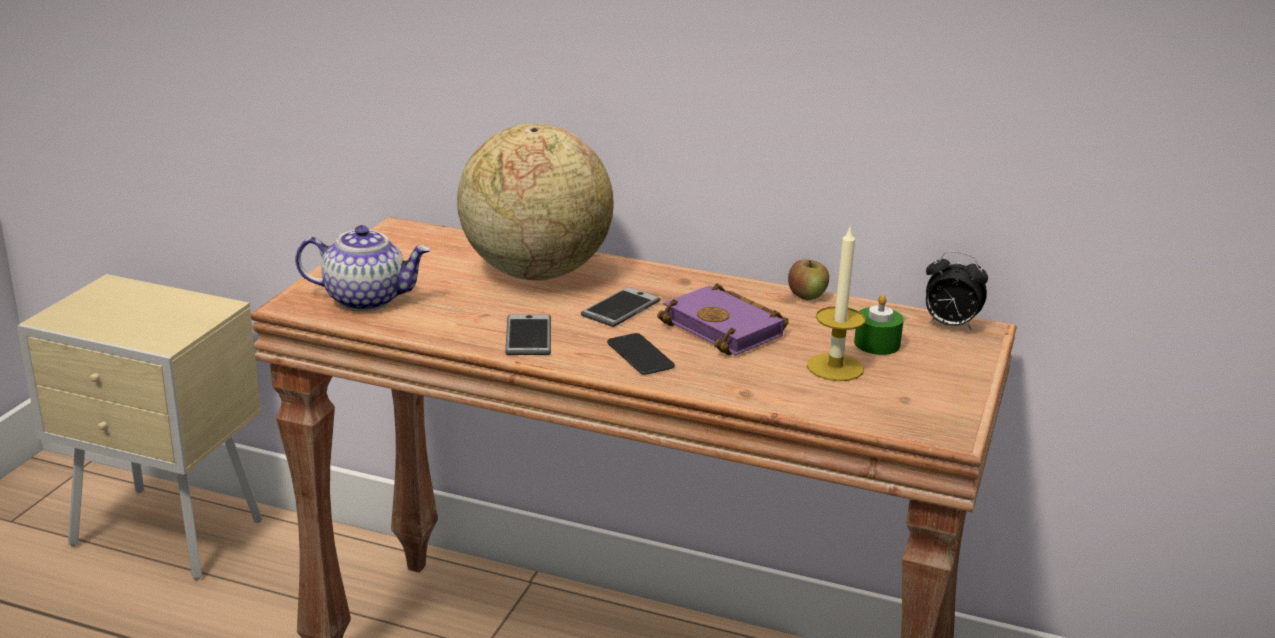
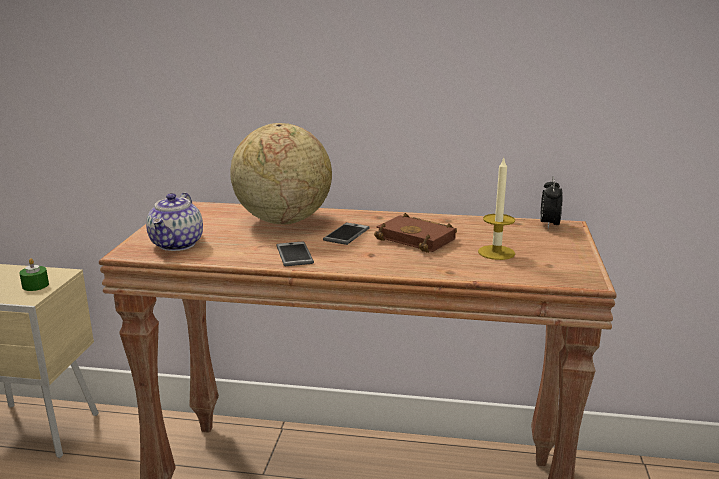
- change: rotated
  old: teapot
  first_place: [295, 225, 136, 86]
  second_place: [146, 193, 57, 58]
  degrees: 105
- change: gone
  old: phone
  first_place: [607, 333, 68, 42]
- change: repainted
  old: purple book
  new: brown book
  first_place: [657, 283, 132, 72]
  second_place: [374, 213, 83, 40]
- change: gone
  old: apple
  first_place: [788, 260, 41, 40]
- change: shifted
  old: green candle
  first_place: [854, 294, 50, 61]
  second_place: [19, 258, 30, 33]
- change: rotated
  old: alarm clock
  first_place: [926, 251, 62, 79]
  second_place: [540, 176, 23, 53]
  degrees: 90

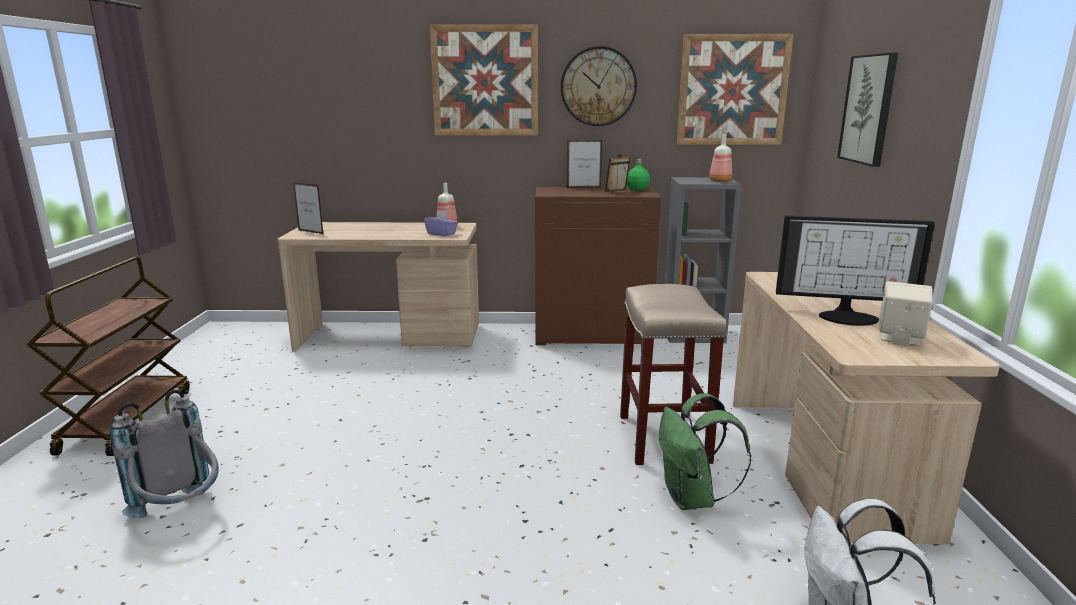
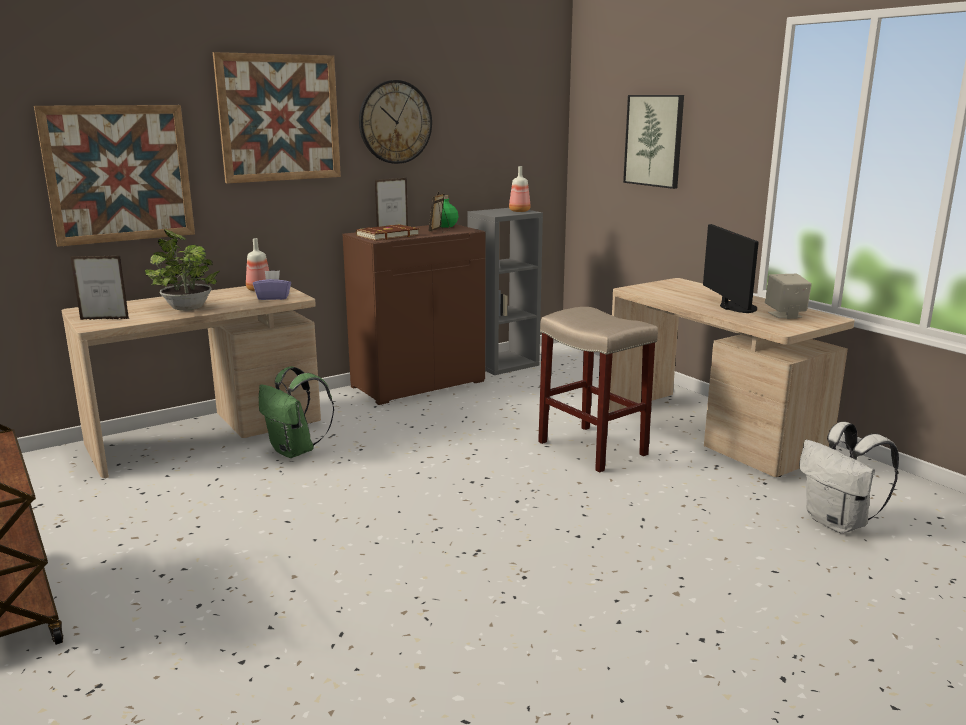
- change: gone
  old: grey backpack
  first_place: [110, 389, 109, 129]
- change: shifted
  old: green backpack
  first_place: [659, 393, 92, 117]
  second_place: [259, 366, 75, 92]
- change: shifted
  old: picture
  first_place: [676, 34, 118, 111]
  second_place: [34, 105, 161, 142]
- change: rotated
  old: monitor
  first_place: [776, 216, 159, 110]
  second_place: [703, 224, 56, 89]
  degrees: -75
- change: new
  new: potted plant
  second_place: [144, 229, 75, 82]
- change: new
  new: brown book
  second_place: [356, 224, 63, 17]

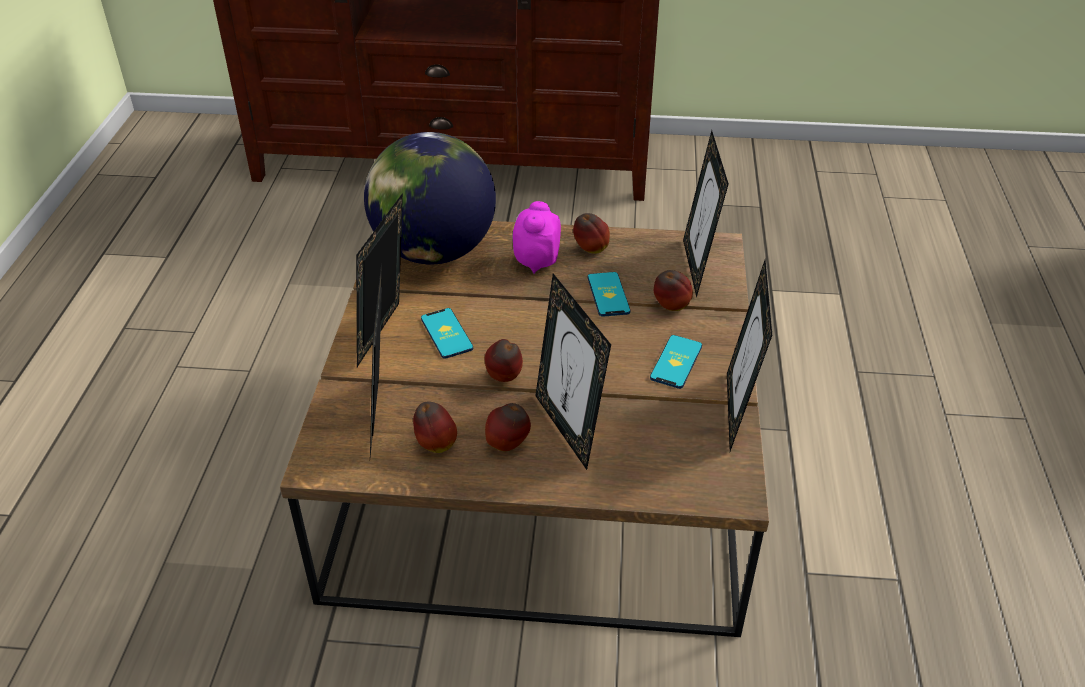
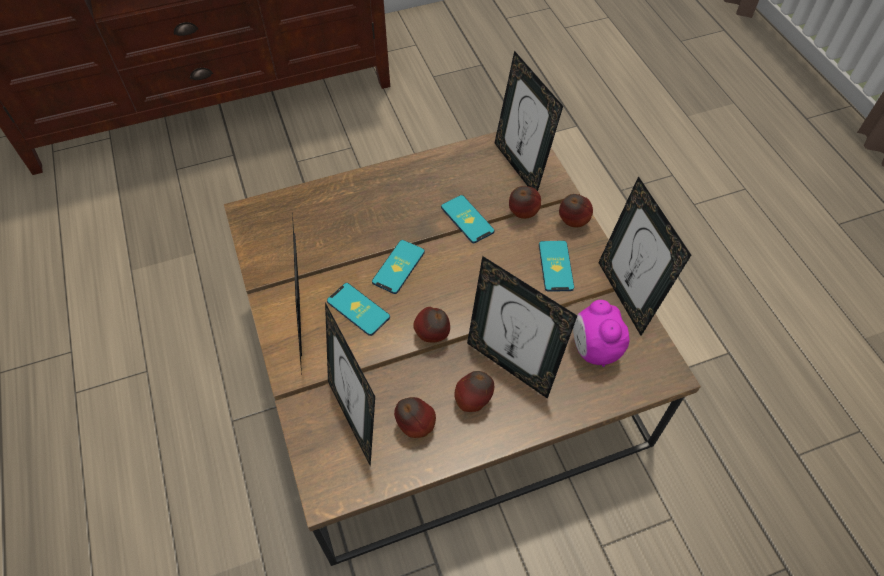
- change: gone
  old: globe
  first_place: [364, 132, 132, 132]
- change: shifted
  old: alarm clock
  first_place: [512, 201, 49, 73]
  second_place: [573, 300, 56, 67]
- change: shifted
  old: apple
  first_place: [573, 213, 37, 41]
  second_place: [559, 194, 34, 33]
- change: new
  new: phone
  second_place: [372, 240, 53, 54]

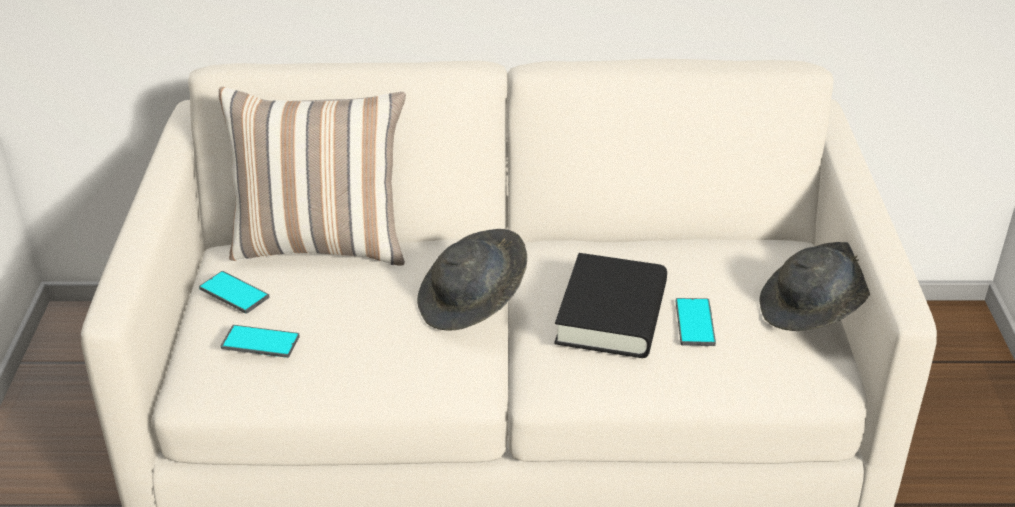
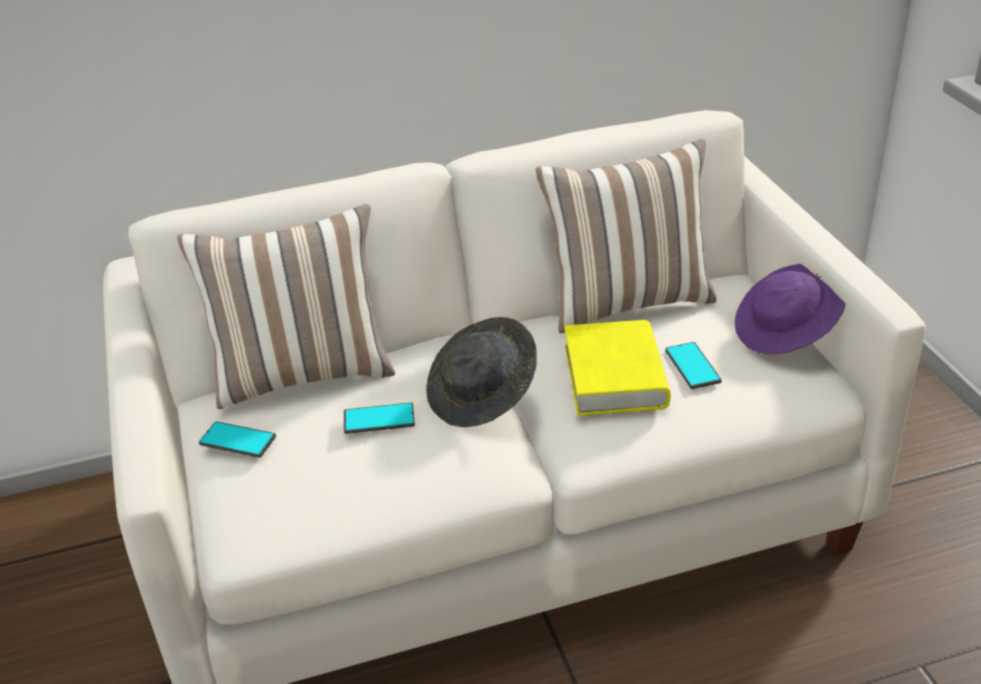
- change: shifted
  old: phone
  first_place: [221, 325, 79, 33]
  second_place: [344, 402, 71, 32]
- change: repainted
  old: black book
  new: yellow book
  first_place: [554, 253, 113, 105]
  second_place: [564, 320, 107, 96]
- change: repainted
  old: grey hat
  new: purple hat
  first_place: [759, 242, 111, 89]
  second_place: [734, 264, 112, 90]
- change: new
  new: pillow
  second_place: [536, 139, 181, 194]

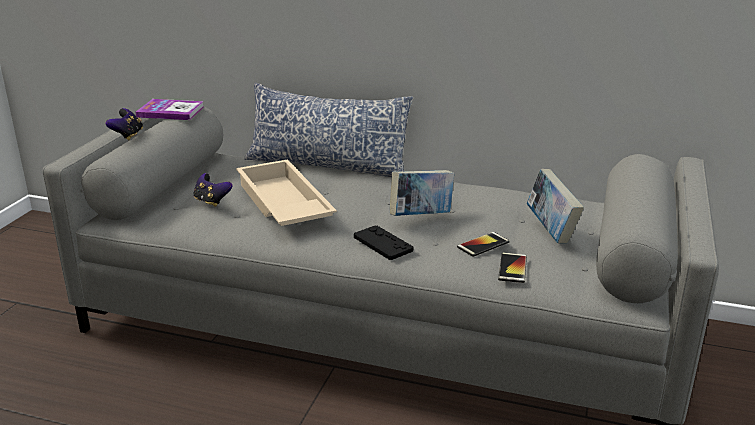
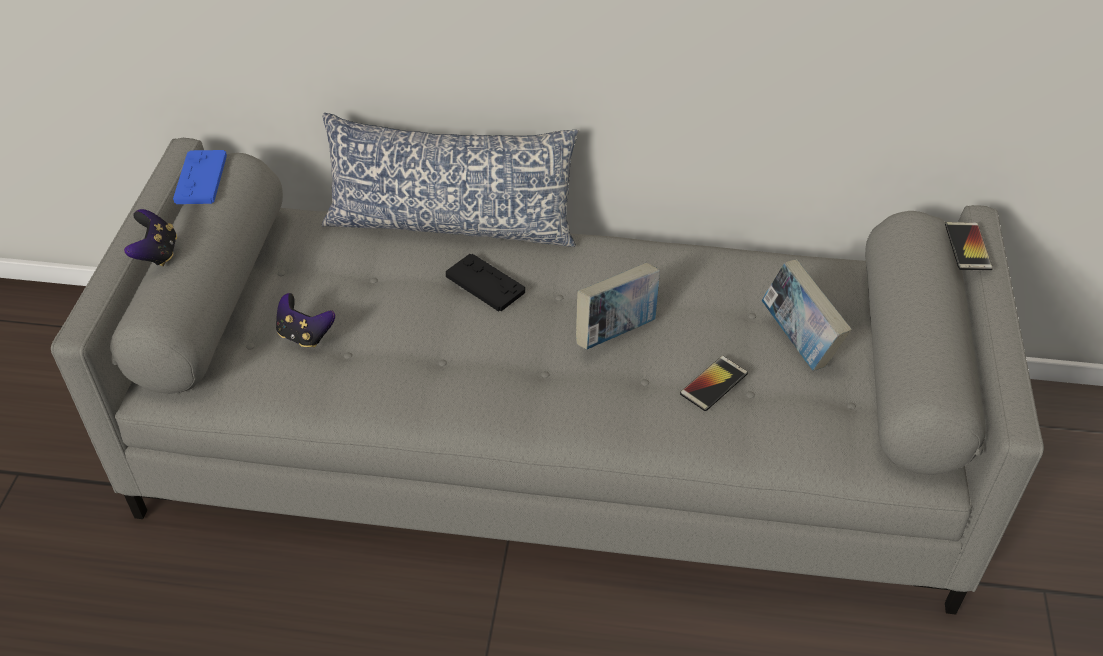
- change: swapped
  old: book
  new: blue game controller
  first_place: [136, 99, 68, 21]
  second_place: [173, 150, 54, 54]
- change: gone
  old: beige tray
  first_place: [236, 159, 101, 67]
- change: shifted
  old: black game controller
  first_place: [354, 226, 59, 34]
  second_place: [446, 254, 79, 58]
- change: shifted
  old: phone
  first_place: [498, 252, 29, 31]
  second_place: [945, 222, 48, 49]

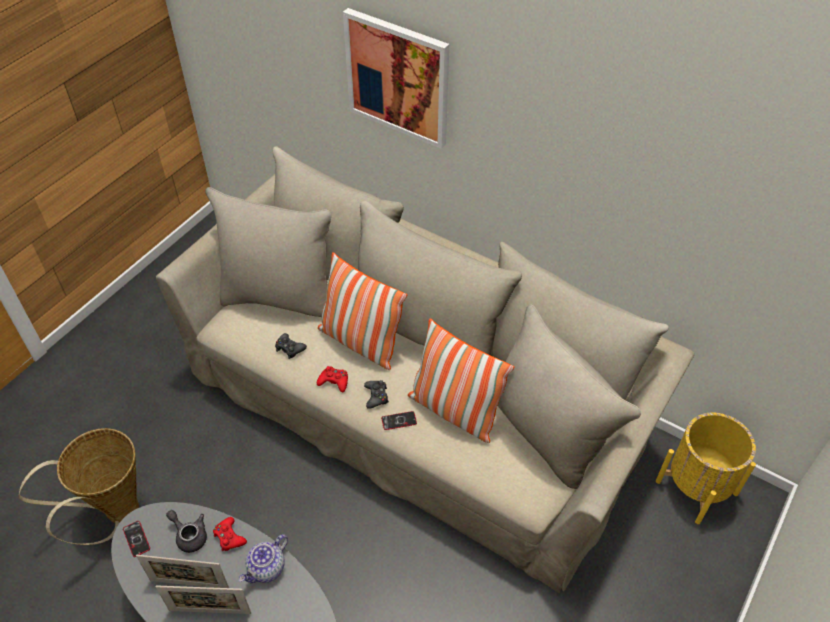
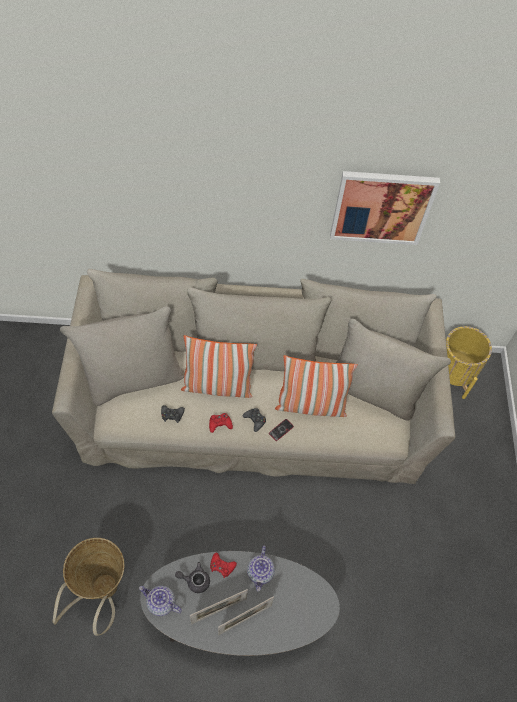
- change: swapped
  old: phone
  new: teapot
  first_place: [123, 521, 27, 36]
  second_place: [139, 586, 43, 30]
- change: shifted
  old: picture
  first_place: [343, 8, 106, 141]
  second_place: [330, 171, 110, 74]

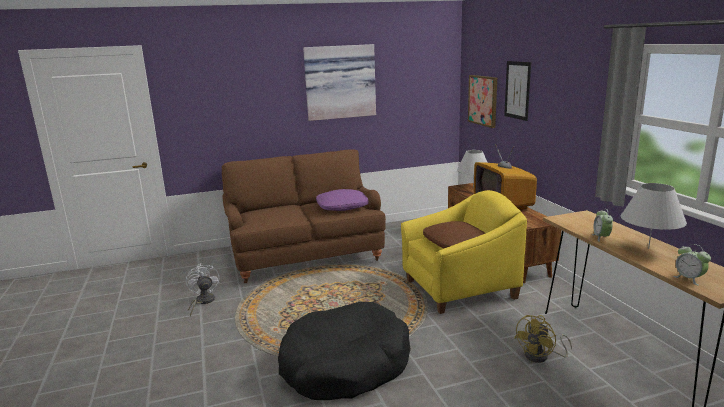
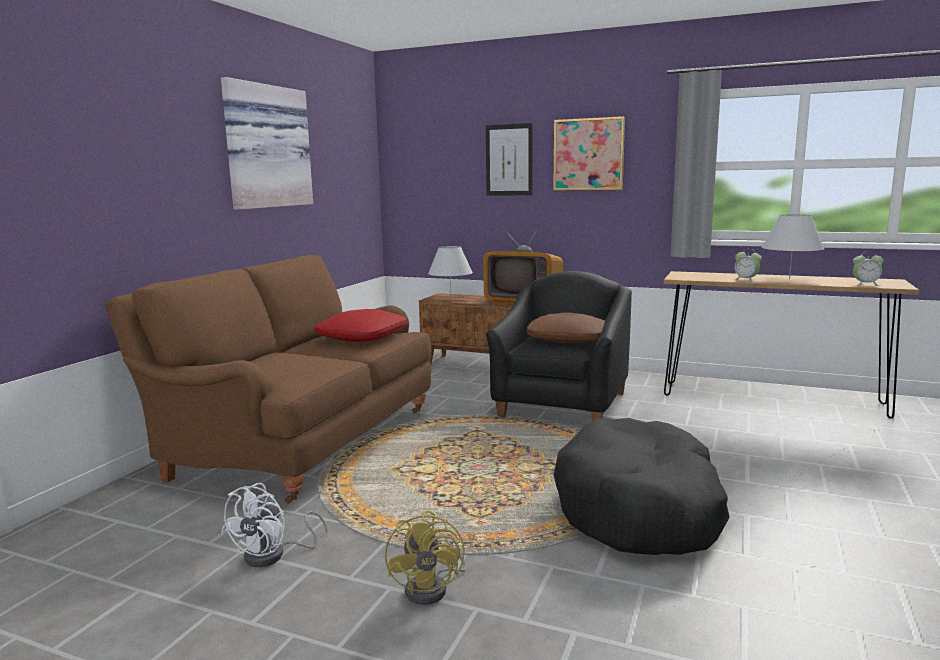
- change: rotated
  old: white fan
  first_place: [186, 264, 33, 52]
  second_place: [221, 483, 106, 84]
  degrees: -90
- change: repainted
  old: purple pillow
  new: red pillow
  first_place: [316, 189, 53, 22]
  second_place: [315, 309, 92, 33]
- change: repainted
  old: yellow armchair
  new: black armchair
  first_place: [401, 190, 126, 124]
  second_place: [486, 271, 146, 150]
- change: shifted
  old: picture
  first_place: [468, 75, 29, 53]
  second_place: [553, 116, 72, 75]
- change: shifted
  old: yellow fan
  first_place: [514, 315, 58, 48]
  second_place: [385, 510, 82, 95]

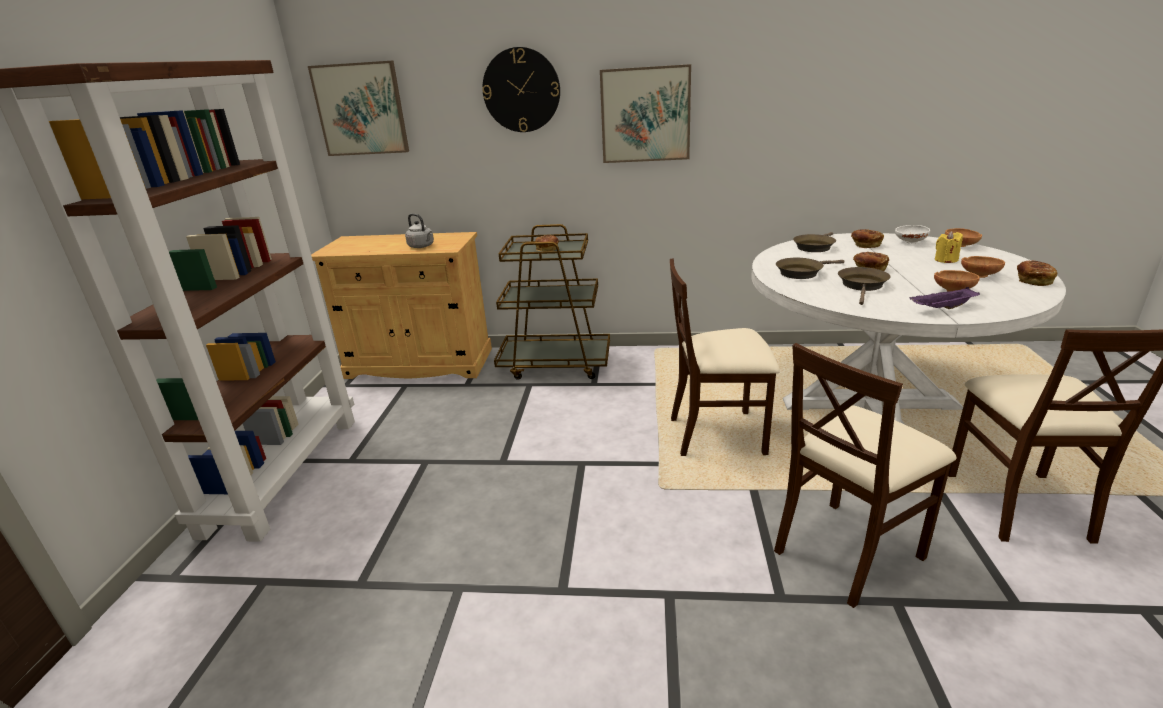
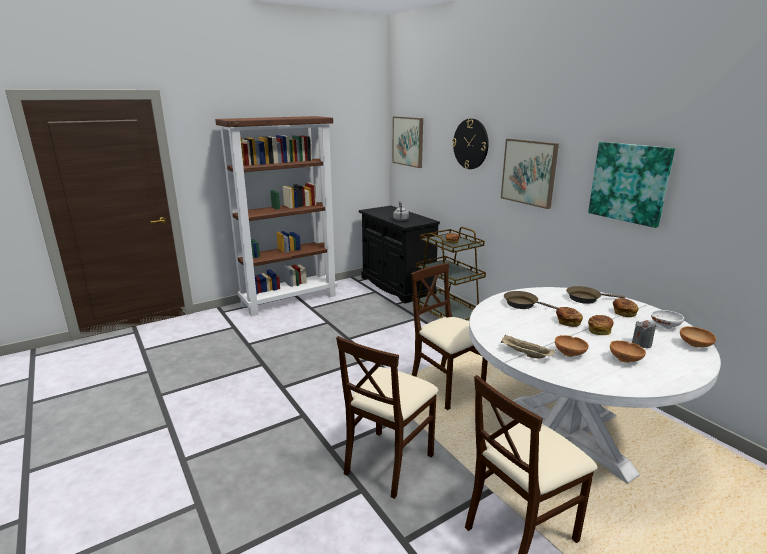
- change: repainted
  old: beige cabinet
  new: black cabinet
  first_place: [311, 232, 181, 147]
  second_place: [359, 206, 81, 97]
- change: rotated
  old: beige chair
  first_place: [774, 343, 183, 265]
  second_place: [336, 336, 103, 163]
  degrees: -75
- change: gone
  old: brown frying pan
  first_place: [838, 267, 53, 38]
- change: repainted
  old: purple tray
  new: beige tray
  first_place: [910, 287, 70, 22]
  second_place: [501, 334, 55, 24]
- change: repainted
  old: yellow candle
  new: grey candle
  first_place: [935, 231, 28, 32]
  second_place: [632, 320, 24, 29]
- change: shifted
  old: bread
  first_place: [1017, 261, 40, 25]
  second_place: [588, 315, 26, 20]
- change: new
  new: picture
  second_place: [588, 142, 87, 86]

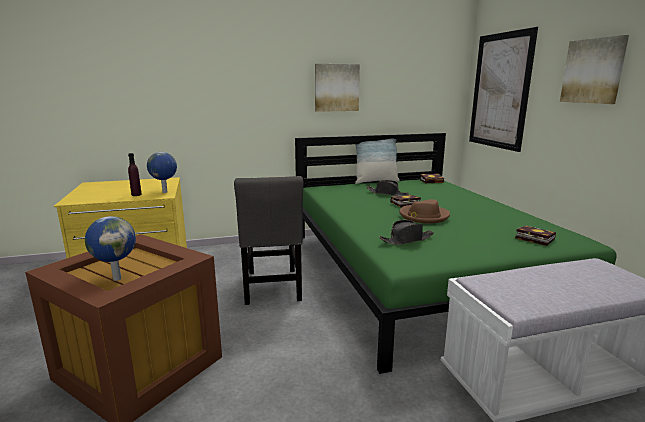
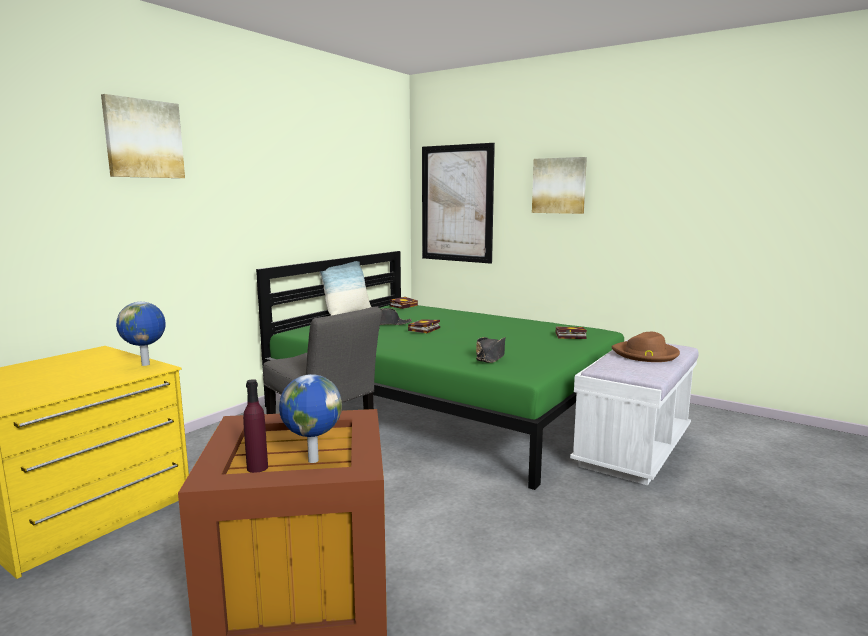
- change: shifted
  old: purple bottle
  first_place: [128, 153, 14, 43]
  second_place: [243, 379, 25, 94]
- change: shifted
  old: picture
  first_place: [315, 64, 45, 48]
  second_place: [101, 94, 84, 84]
- change: shifted
  old: brown hat
  first_place: [399, 199, 51, 24]
  second_place: [612, 332, 68, 30]

